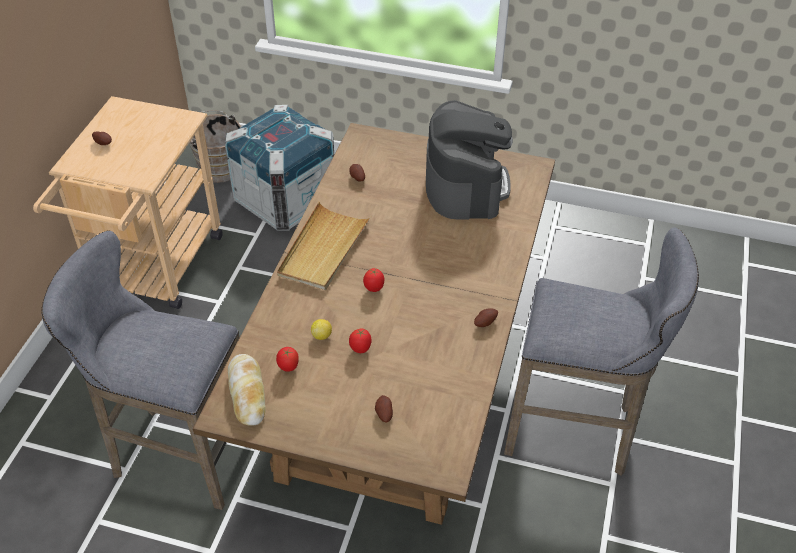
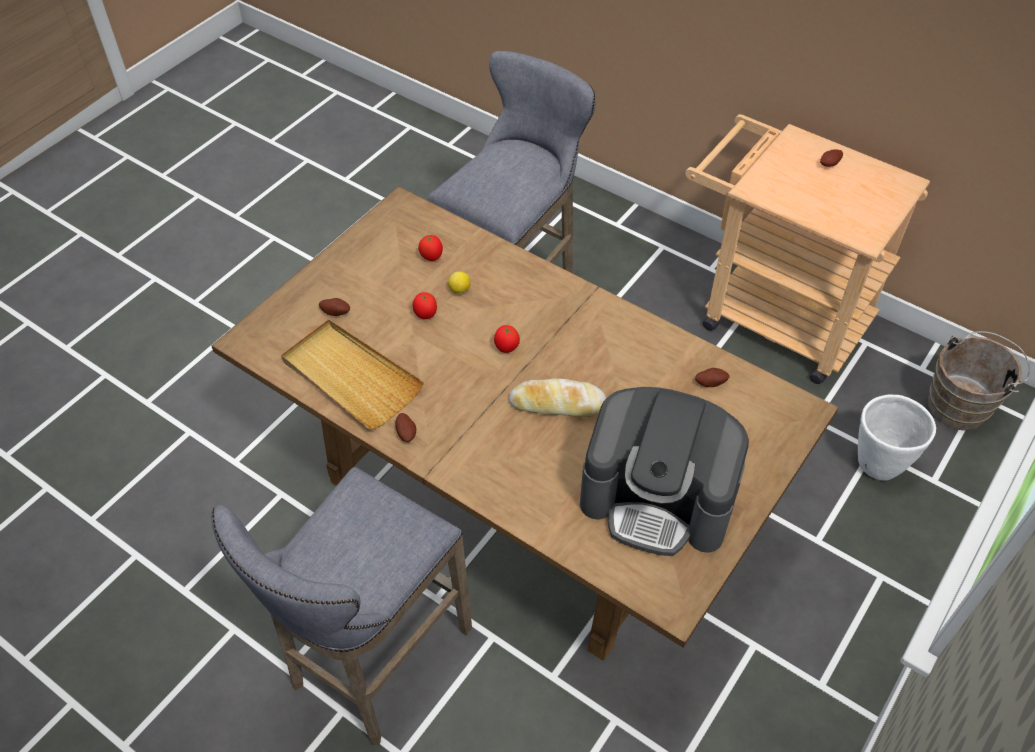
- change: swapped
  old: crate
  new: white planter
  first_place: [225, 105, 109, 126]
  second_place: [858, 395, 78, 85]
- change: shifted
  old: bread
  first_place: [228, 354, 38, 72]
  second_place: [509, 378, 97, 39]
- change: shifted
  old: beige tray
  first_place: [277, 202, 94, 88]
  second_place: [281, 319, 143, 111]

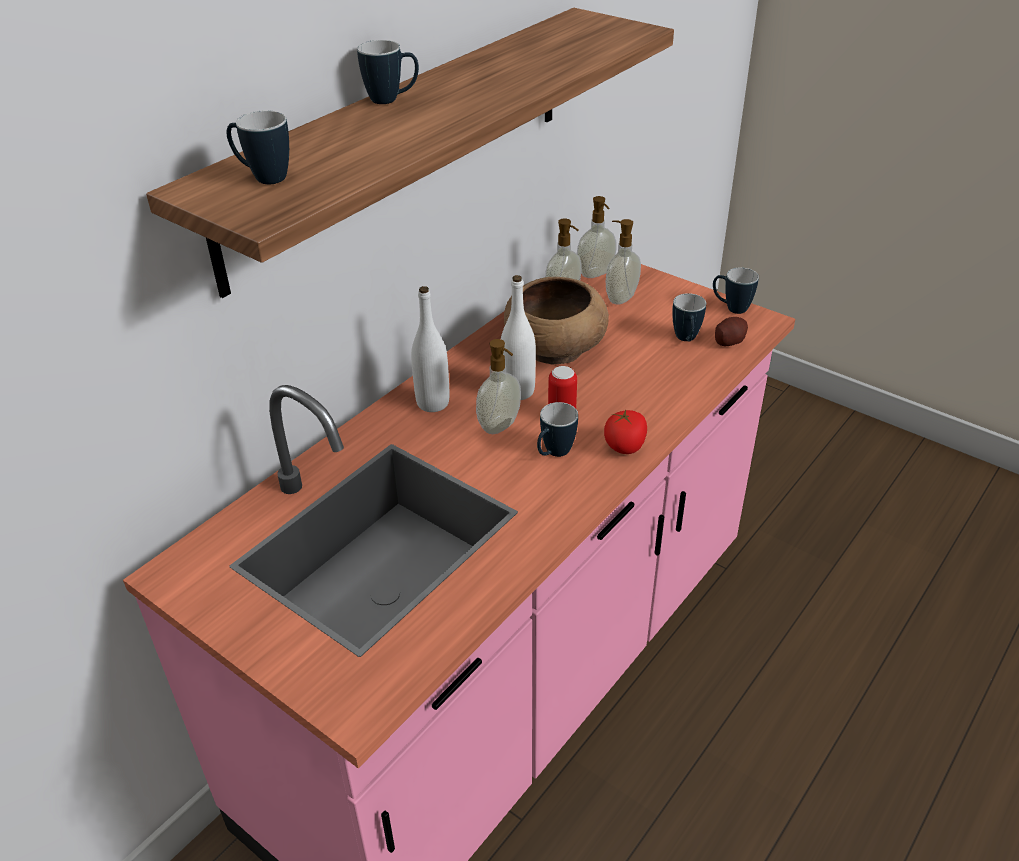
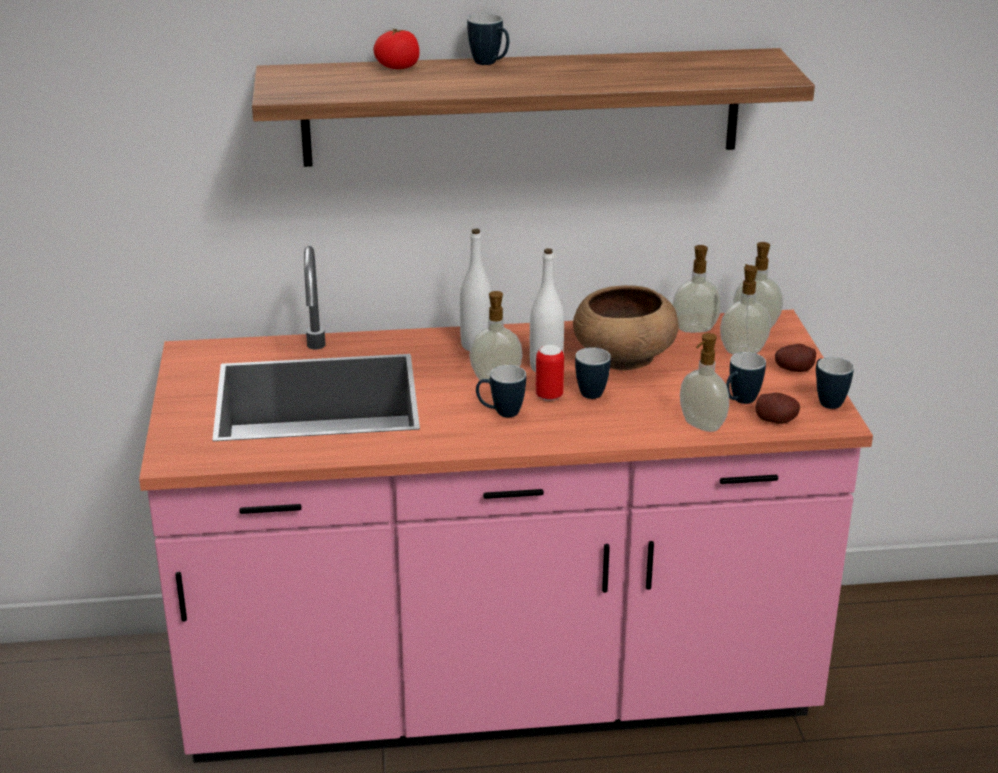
- change: shifted
  old: mug
  first_place: [226, 110, 63, 74]
  second_place: [575, 347, 36, 52]
- change: shifted
  old: tomato
  first_place: [604, 409, 43, 45]
  second_place: [373, 28, 47, 41]
- change: new
  new: soap dispenser
  second_place: [680, 333, 49, 99]
- change: new
  new: potato
  second_place: [775, 344, 41, 28]

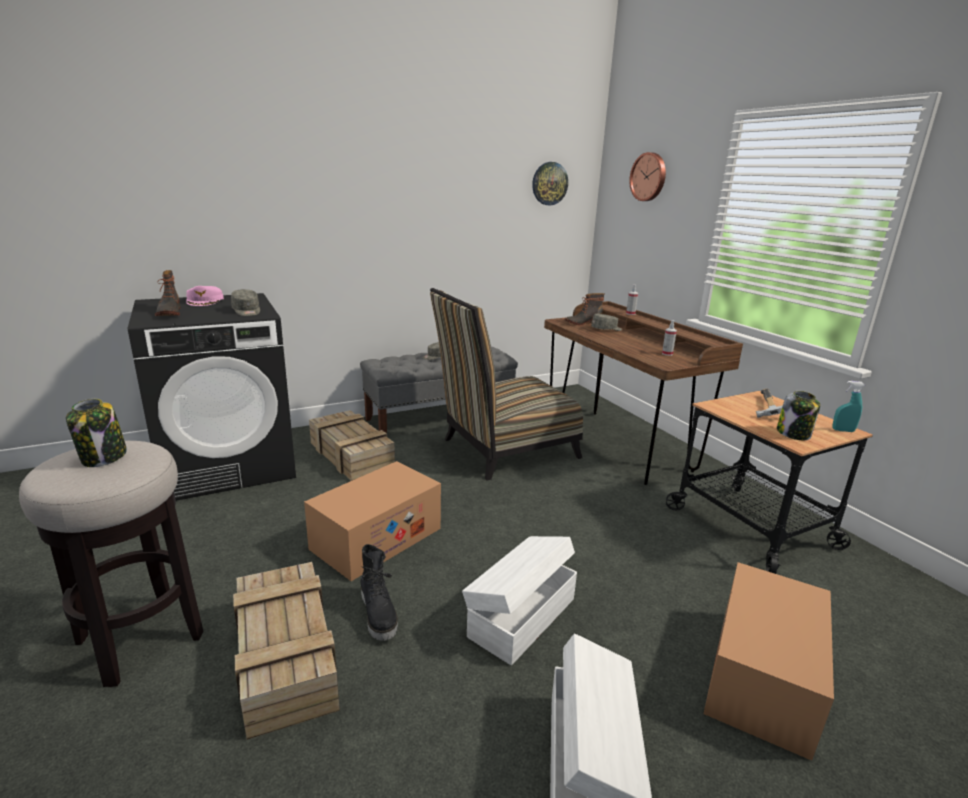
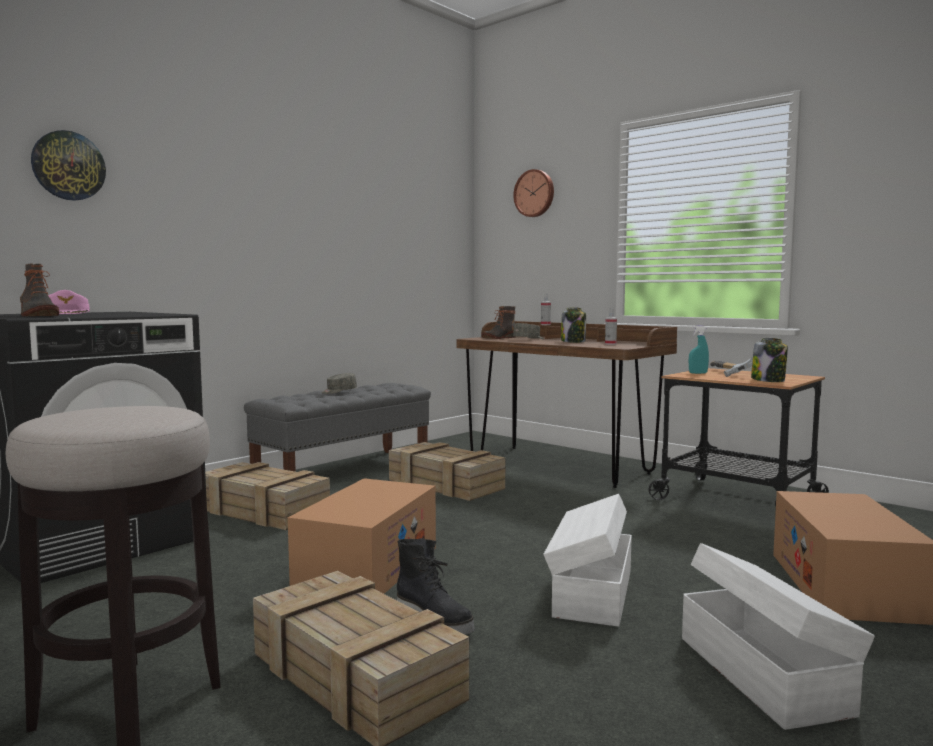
- change: shifted
  old: jar
  first_place: [66, 399, 61, 68]
  second_place: [561, 307, 25, 36]
- change: gone
  old: grey cap
  first_place: [231, 289, 29, 27]
- change: swapped
  old: chair
  new: crate
  first_place: [430, 288, 153, 193]
  second_place: [389, 442, 116, 59]
- change: shifted
  old: wall clock
  first_place: [532, 162, 36, 43]
  second_place: [31, 130, 75, 71]
- change: shifted
  old: turquoise spray bottle
  first_place: [832, 381, 33, 51]
  second_place: [689, 325, 20, 49]

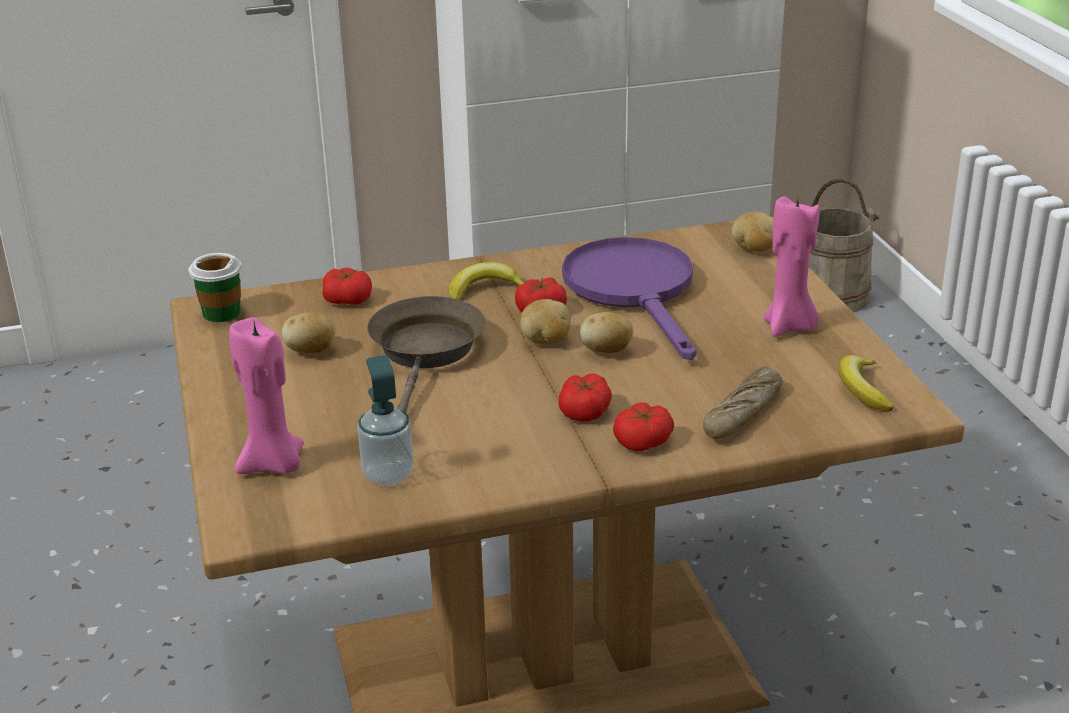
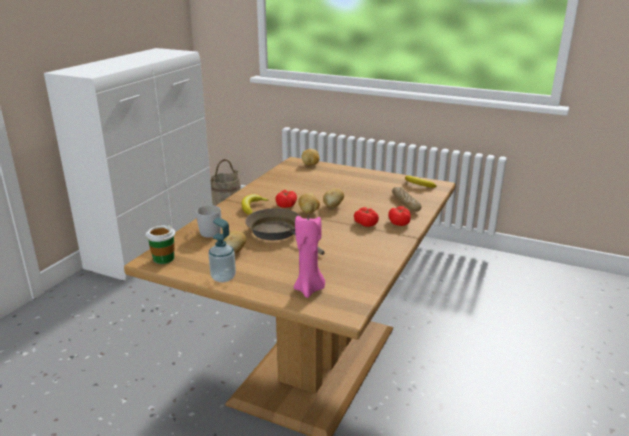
- change: swapped
  old: tomato
  new: white mug
  first_place: [323, 268, 49, 37]
  second_place: [196, 205, 25, 33]
- change: shifted
  old: soap dispenser
  first_place: [357, 355, 57, 131]
  second_place: [208, 217, 28, 66]
- change: gone
  old: purple frying pan
  first_place: [562, 237, 134, 123]
- change: gone
  old: pink candle
  first_place: [764, 196, 55, 141]

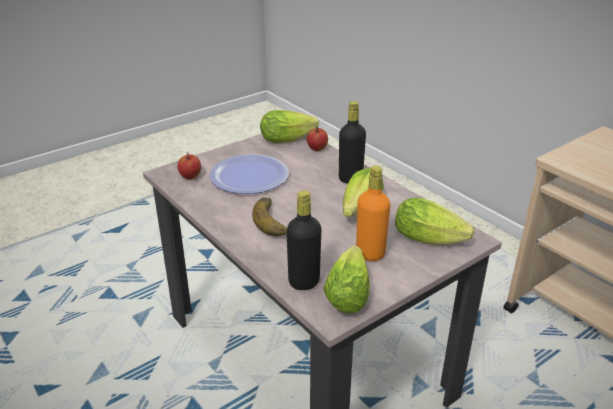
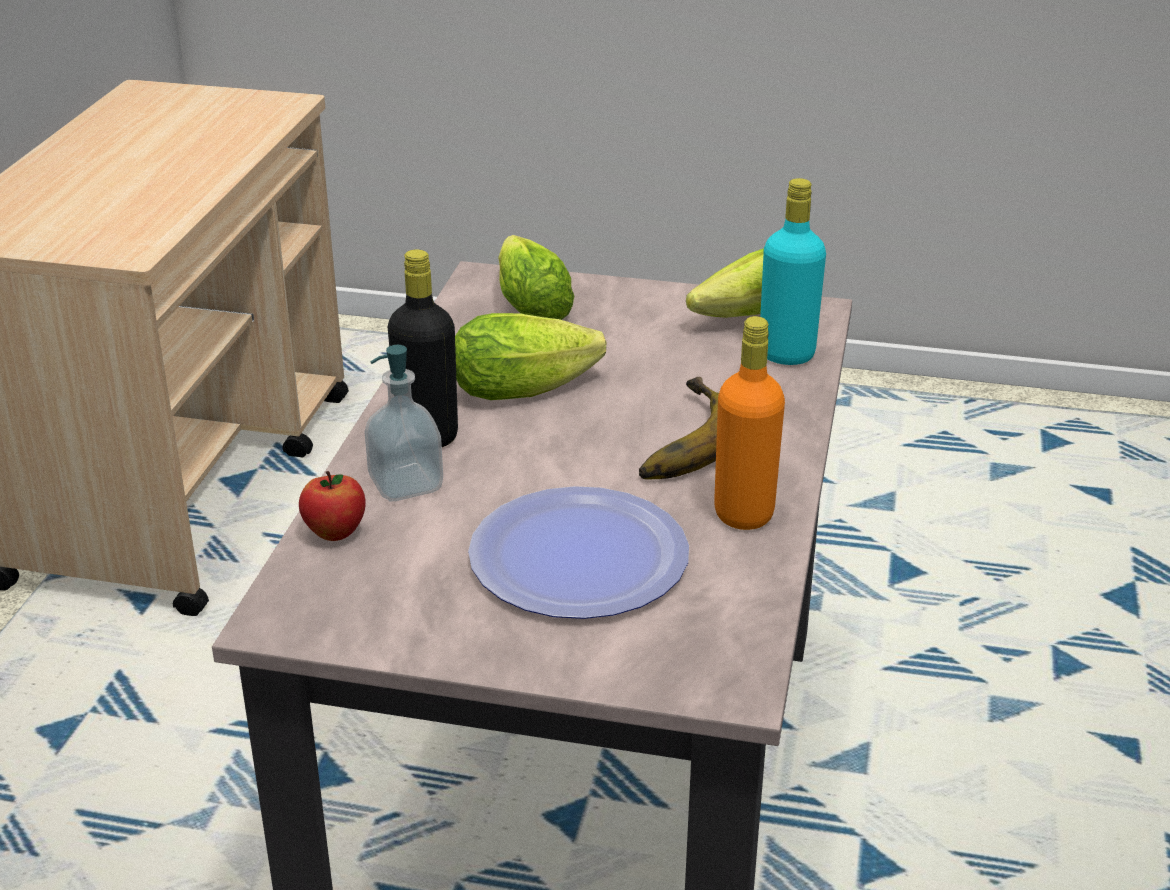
- change: gone
  old: apple
  first_place: [178, 152, 23, 27]
- change: gone
  old: lettuce
  first_place: [260, 110, 59, 33]
- change: repainted
  old: black bottle
  new: turquoise bottle
  first_place: [286, 190, 35, 100]
  second_place: [760, 178, 66, 187]
- change: shifted
  old: orange bottle
  first_place: [356, 166, 34, 95]
  second_place: [714, 316, 71, 214]
- change: new
  new: soap dispenser
  second_place: [365, 345, 78, 156]

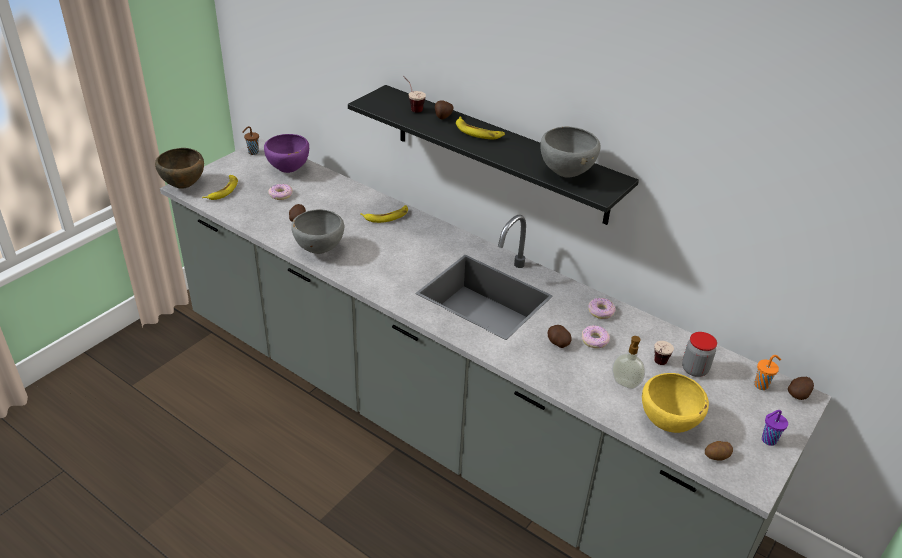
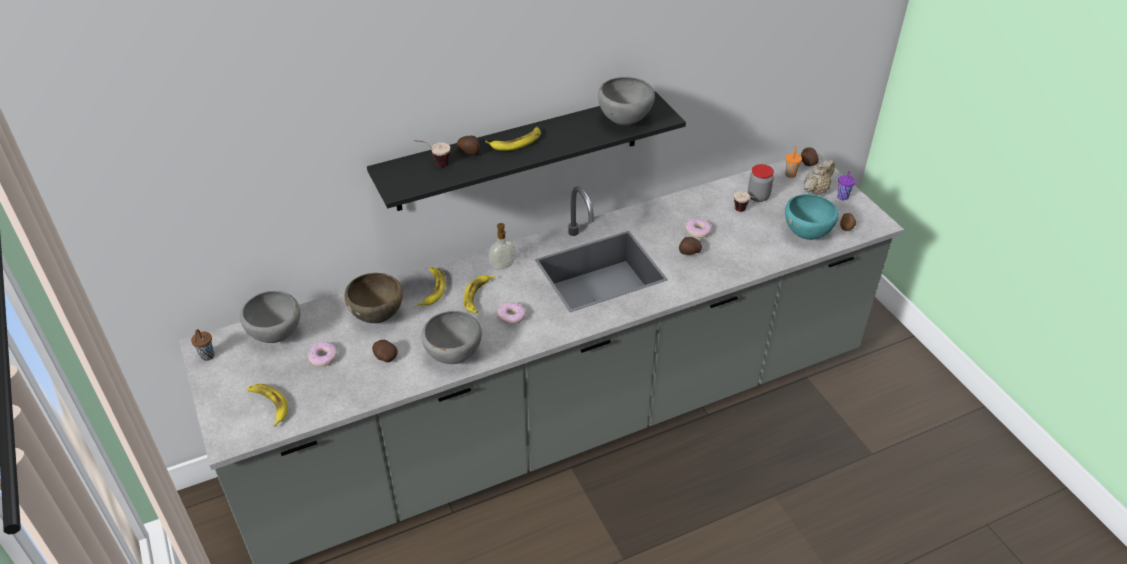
- change: shifted
  old: brown bowl
  first_place: [155, 148, 49, 41]
  second_place: [344, 273, 59, 50]
- change: repainted
  old: purple bowl
  new: grey bowl
  first_place: [264, 134, 45, 39]
  second_place: [240, 291, 60, 52]
- change: shifted
  old: donut
  first_place: [588, 298, 27, 21]
  second_place: [497, 302, 29, 23]
- change: shifted
  old: soap dispenser
  first_place: [612, 336, 33, 53]
  second_place: [489, 223, 27, 47]
- change: repainted
  old: yellow bowl
  new: turquoise bowl
  first_place: [642, 373, 67, 60]
  second_place: [785, 194, 54, 46]
- change: new
  new: banana
  second_place: [464, 275, 31, 39]
- change: new
  new: beige teapot
  second_place: [804, 160, 31, 35]

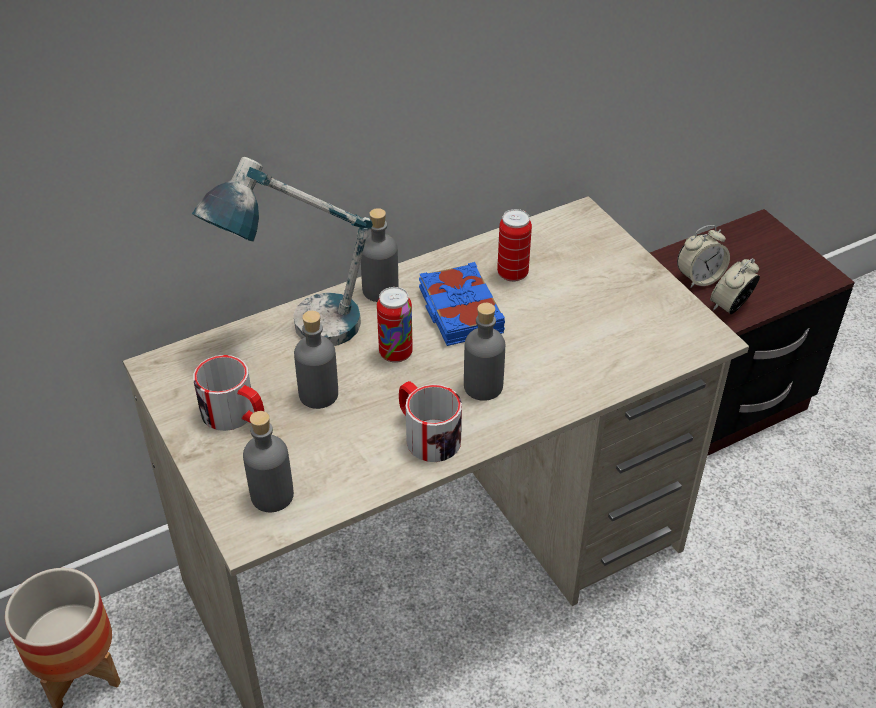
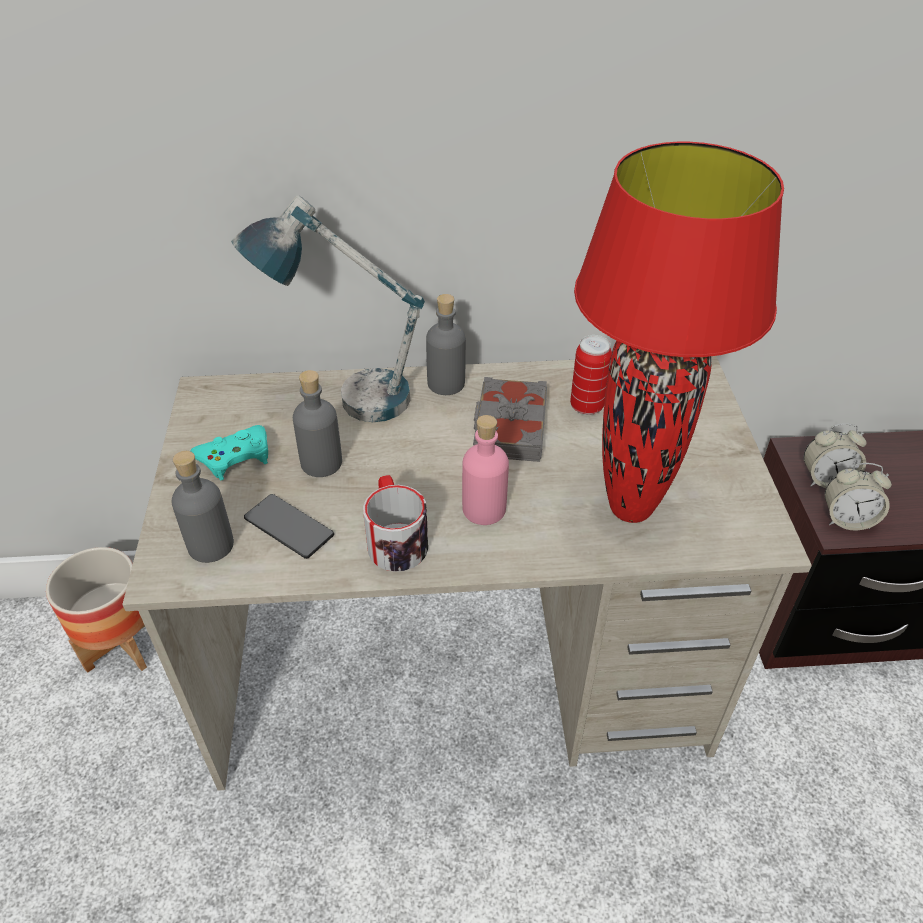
- change: swapped
  old: mug
  new: turquoise game controller
  first_place: [193, 355, 71, 76]
  second_place: [190, 425, 78, 56]
- change: gone
  old: can
  first_place: [377, 287, 36, 76]
- change: repainted
  old: blue book
  new: grey book
  first_place: [419, 262, 86, 84]
  second_place: [473, 377, 74, 85]
- change: repainted
  old: grey bottle
  new: pink bottle
  first_place: [464, 303, 41, 98]
  second_place: [462, 415, 47, 110]
- change: rotated
  old: alarm clock
  first_place: [710, 258, 50, 56]
  second_place: [825, 463, 67, 67]
  degrees: -150
- change: new
  new: phone
  second_place: [244, 494, 90, 65]
- change: new
  new: red table lamp
  second_place: [574, 142, 210, 381]

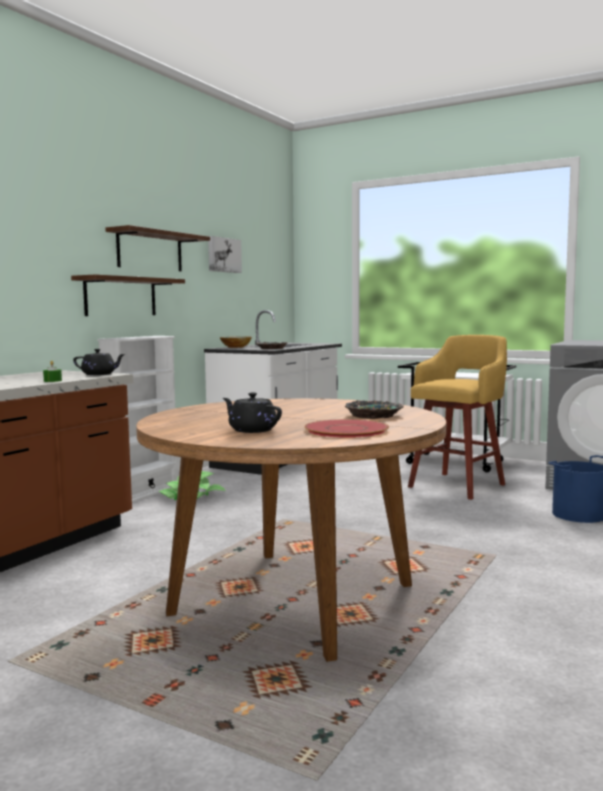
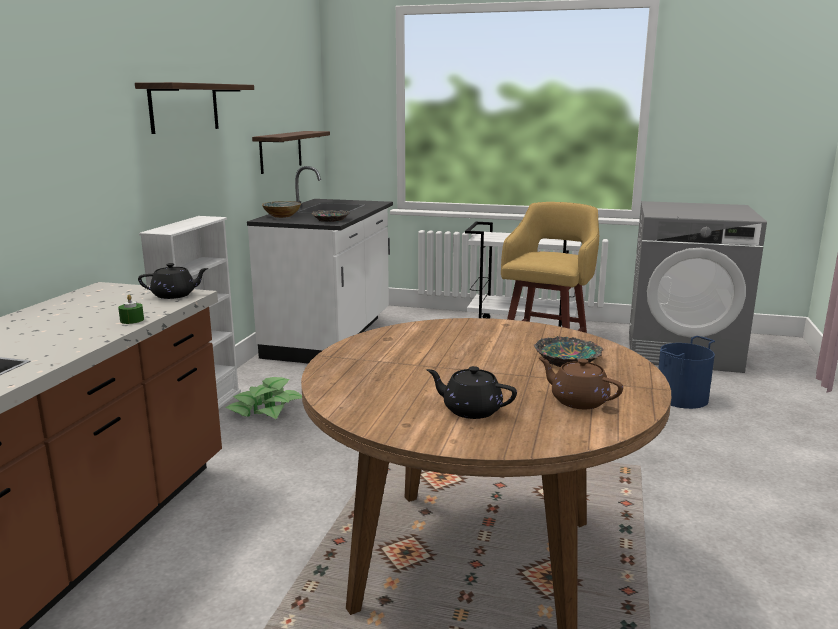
- change: shifted
  old: shelf
  first_place: [71, 274, 114, 42]
  second_place: [252, 131, 78, 43]
- change: gone
  old: picture
  first_place: [208, 236, 34, 37]
- change: swapped
  old: red plate
  new: brown teapot
  first_place: [304, 419, 85, 19]
  second_place: [539, 358, 84, 51]

